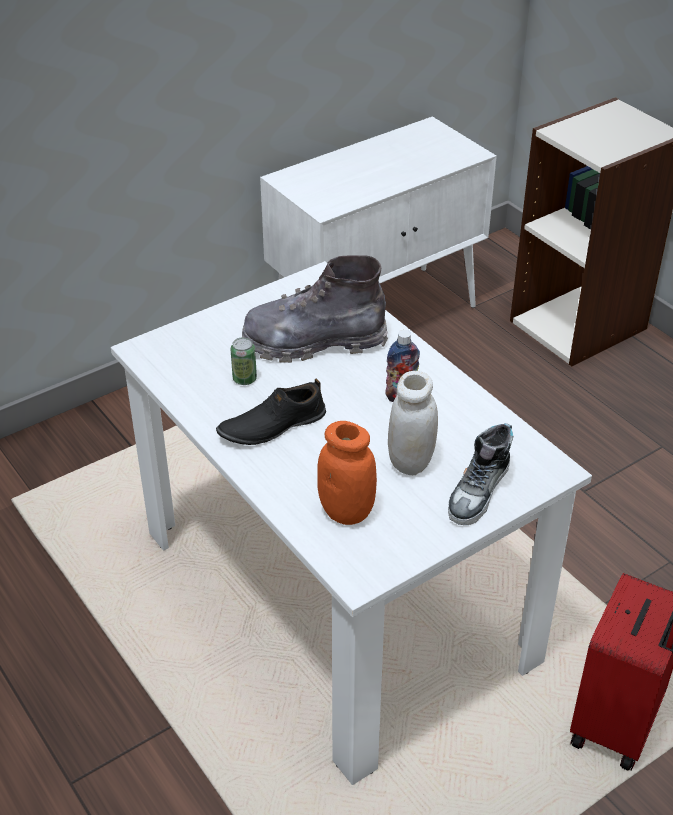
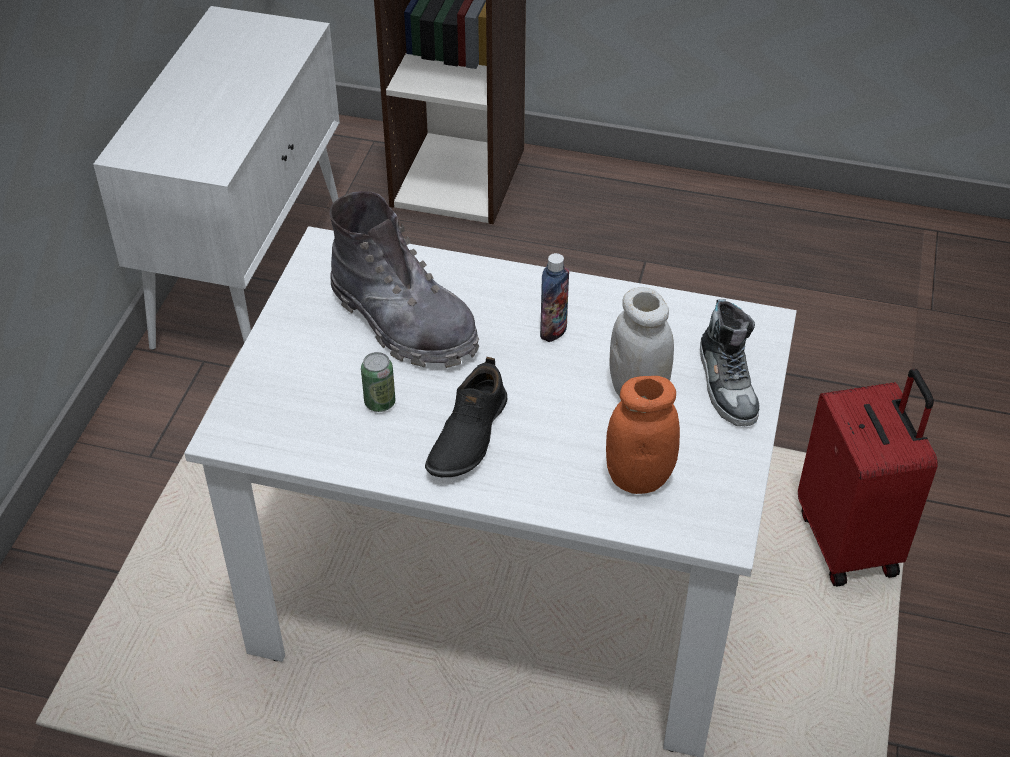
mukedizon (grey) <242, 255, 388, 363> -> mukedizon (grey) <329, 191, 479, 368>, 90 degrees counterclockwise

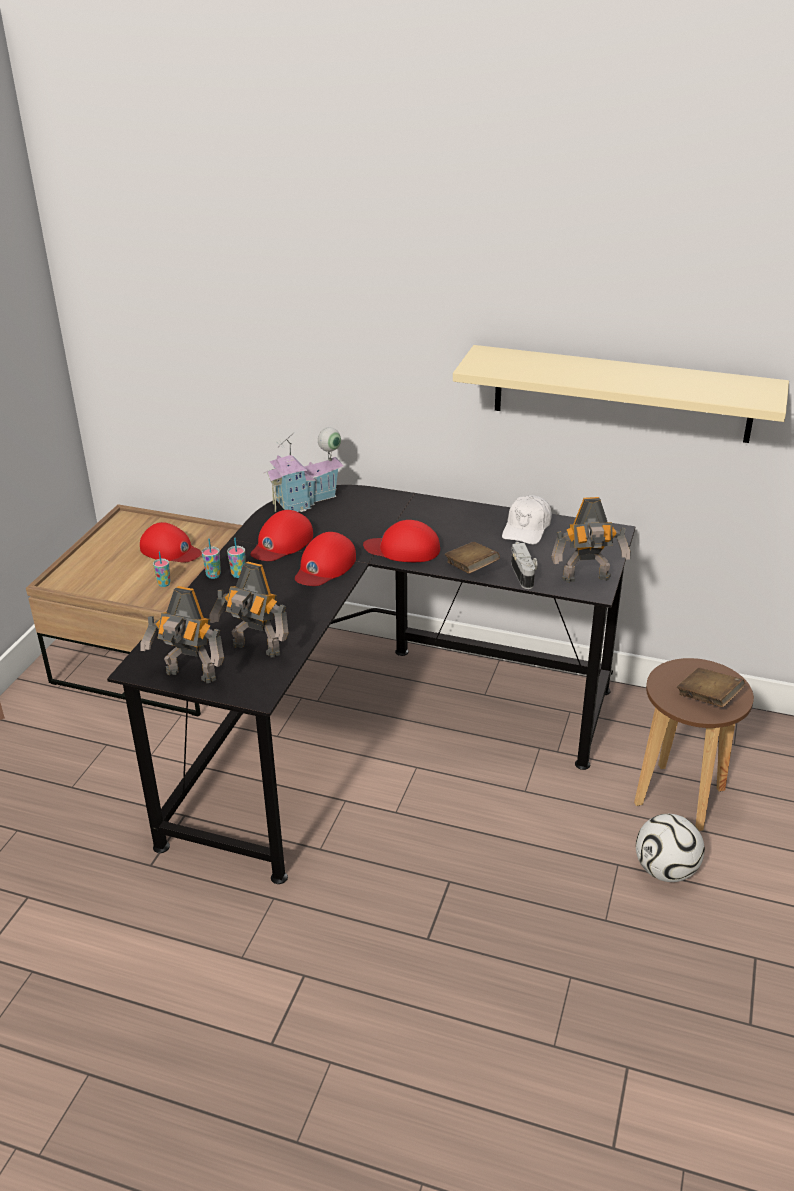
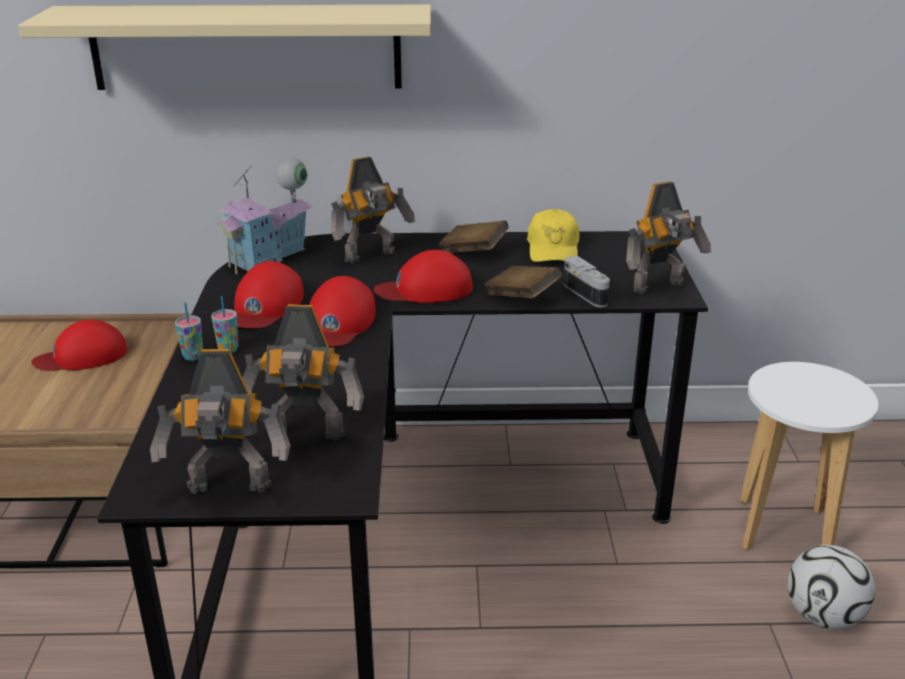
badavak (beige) <453, 345, 789, 443> -> badavak (beige) <18, 5, 431, 90>, relocated
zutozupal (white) <502, 495, 552, 545> -> zutozupal (yellow) <527, 209, 580, 262>
zutozupal (red) <140, 522, 202, 563> -> zutozupal (red) <31, 320, 127, 371>, 150 degrees clockwise
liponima <153, 552, 171, 587> -> none
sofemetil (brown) <634, 658, 754, 831> -> sofemetil (white) <740, 362, 878, 550>
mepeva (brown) <677, 668, 745, 707> -> mepeva (brown) <439, 221, 508, 253>, relocated
none -> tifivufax <331, 157, 415, 263>

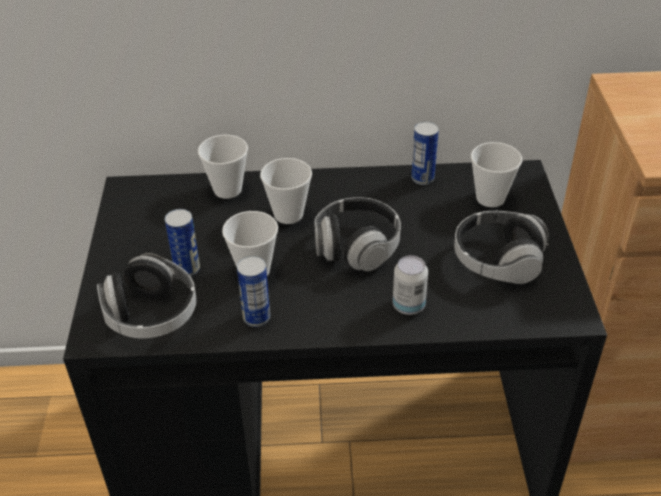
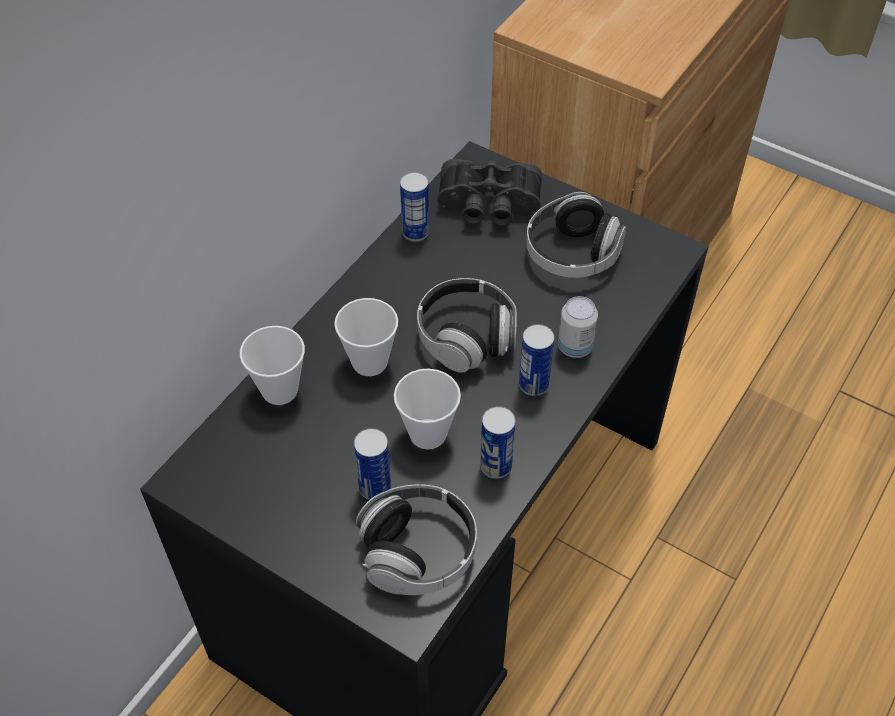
liponima <471, 142, 522, 207> -> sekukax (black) <437, 159, 542, 226>
none -> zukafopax <519, 324, 554, 396>

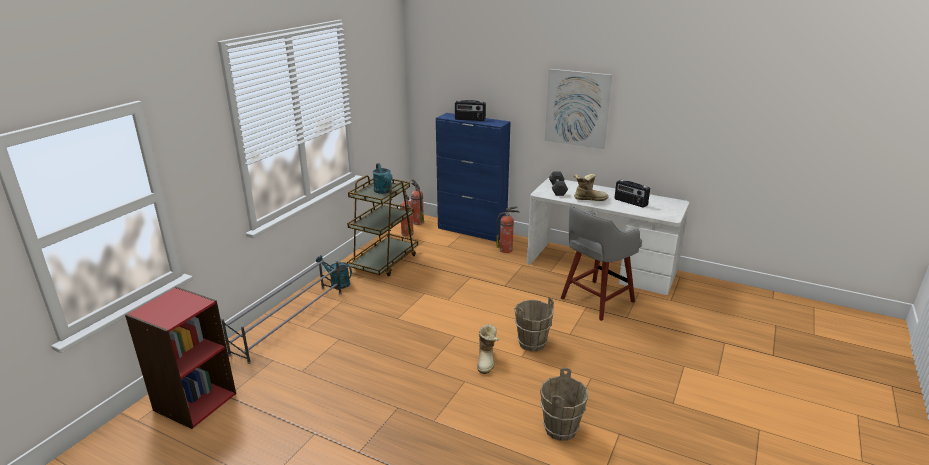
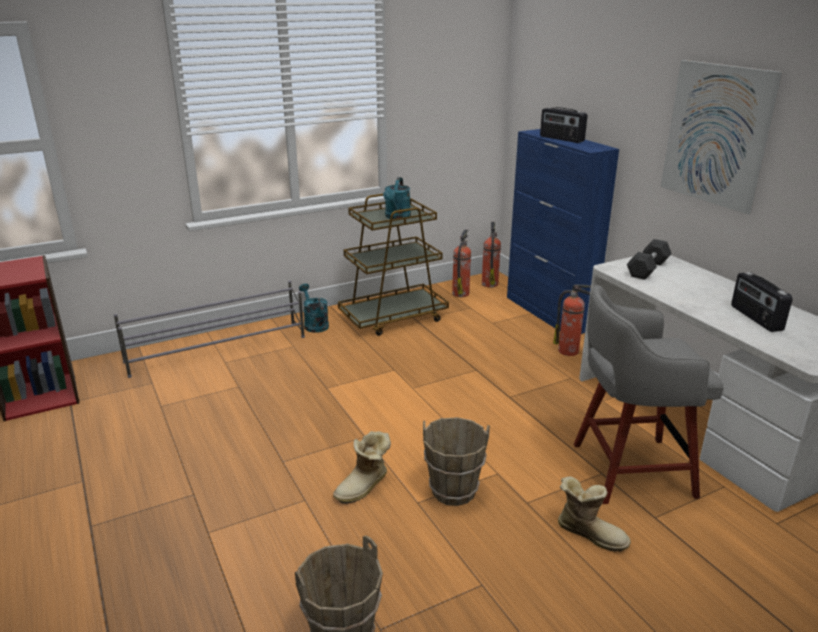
mukedizon <574, 174, 609, 201> -> mukedizon <558, 476, 631, 552>, relocated

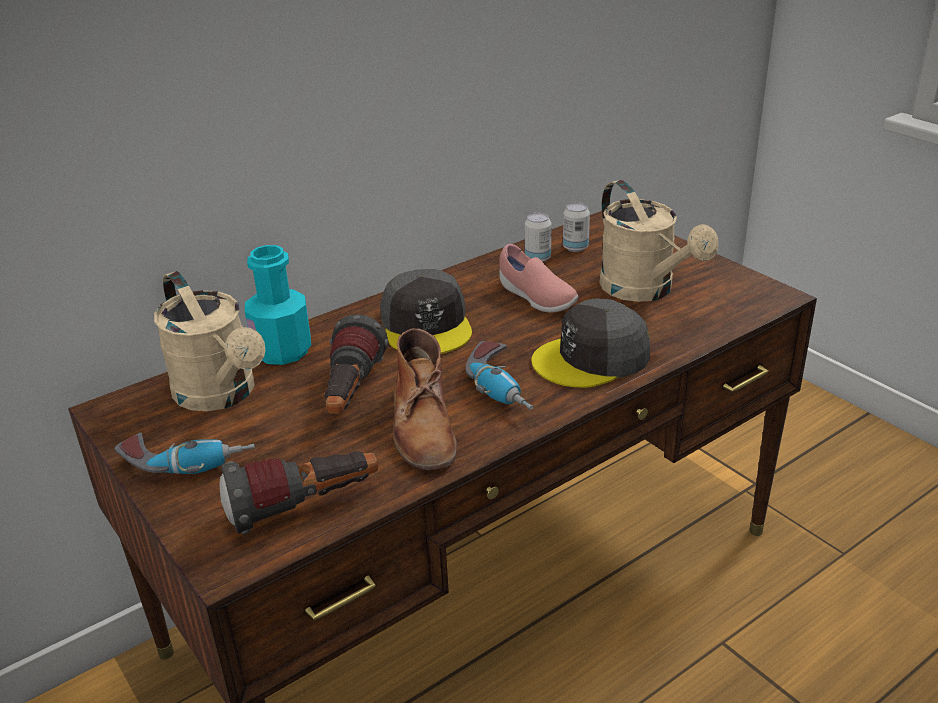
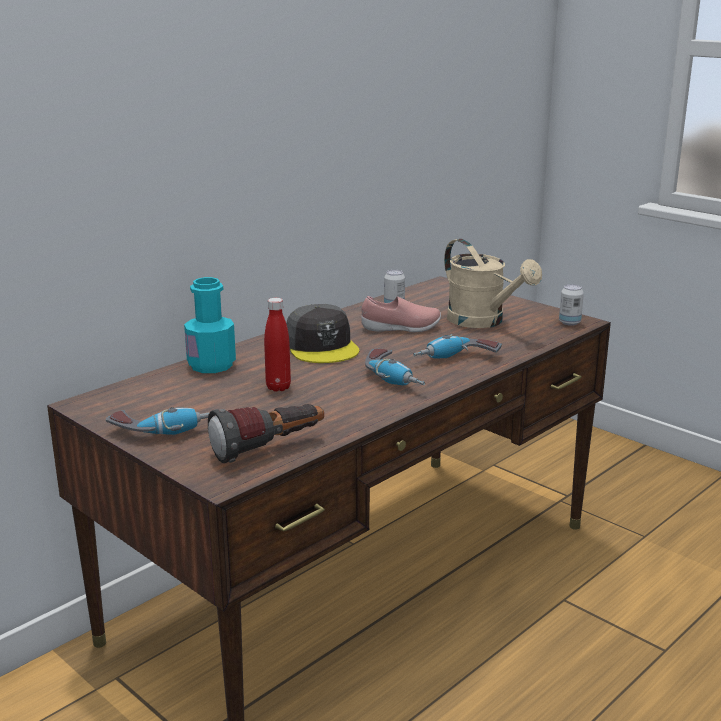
zukafopax <563, 202, 590, 252> -> zukafopax <559, 284, 584, 326>, relocated
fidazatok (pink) <499, 244, 578, 313> -> fidazatok (pink) <361, 296, 441, 332>, 45 degrees counterclockwise
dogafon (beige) <154, 271, 265, 411> -> none
zutozupal (grey) <531, 298, 650, 388> -> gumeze <413, 334, 502, 359>
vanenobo <324, 314, 388, 414> -> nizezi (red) <264, 298, 291, 391>
mukedizon (brown) <393, 328, 457, 471> -> none

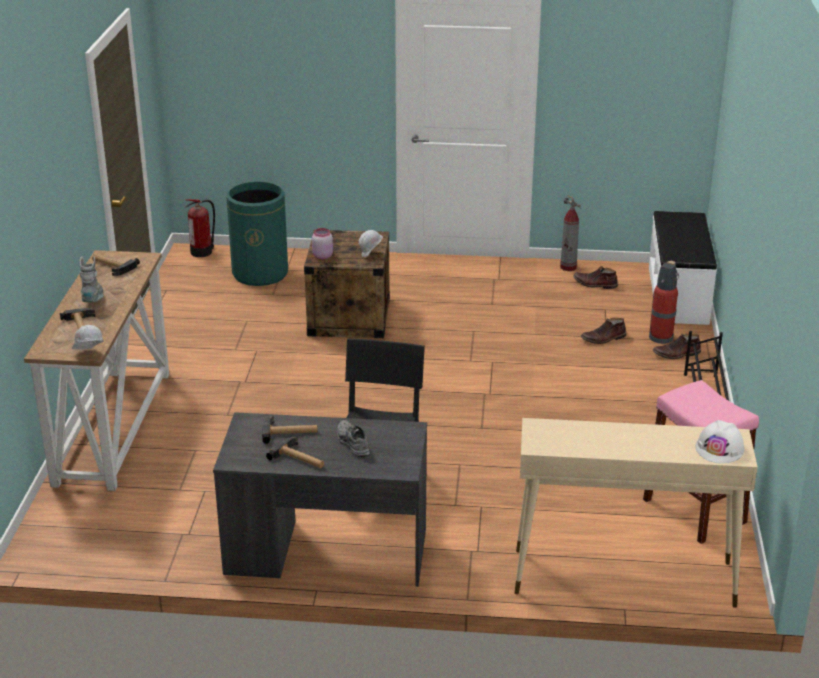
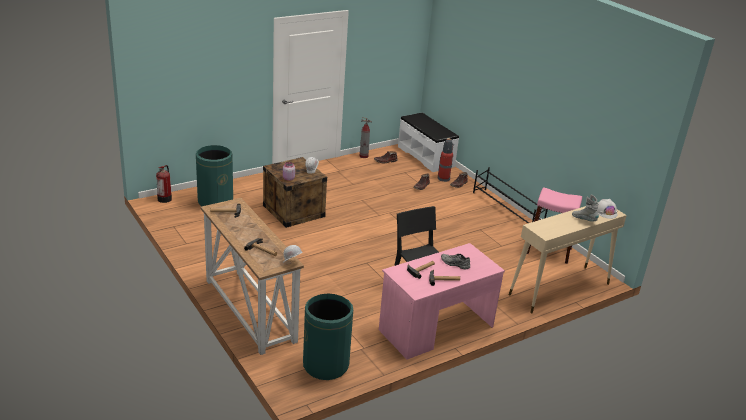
mukedizon (grey) <80, 256, 104, 303> -> mukedizon (grey) <572, 195, 599, 222>, relocated
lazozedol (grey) <213, 412, 427, 587> -> lazozedol (pink) <379, 243, 505, 359>
none -> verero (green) <303, 293, 353, 380>

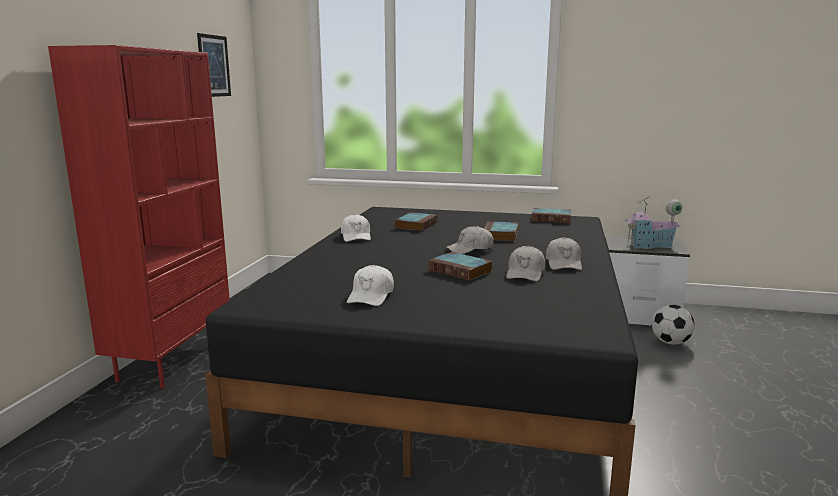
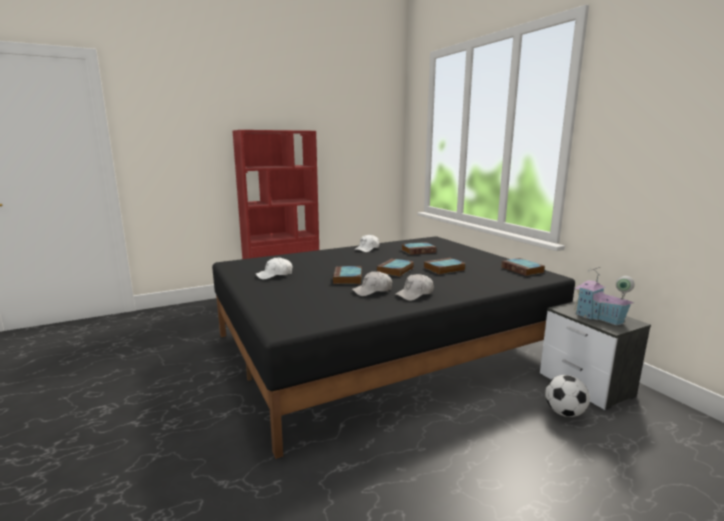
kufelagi <197, 33, 231, 97> -> none
zutozupal (white) <446, 226, 494, 254> -> mepeva <377, 259, 414, 277>

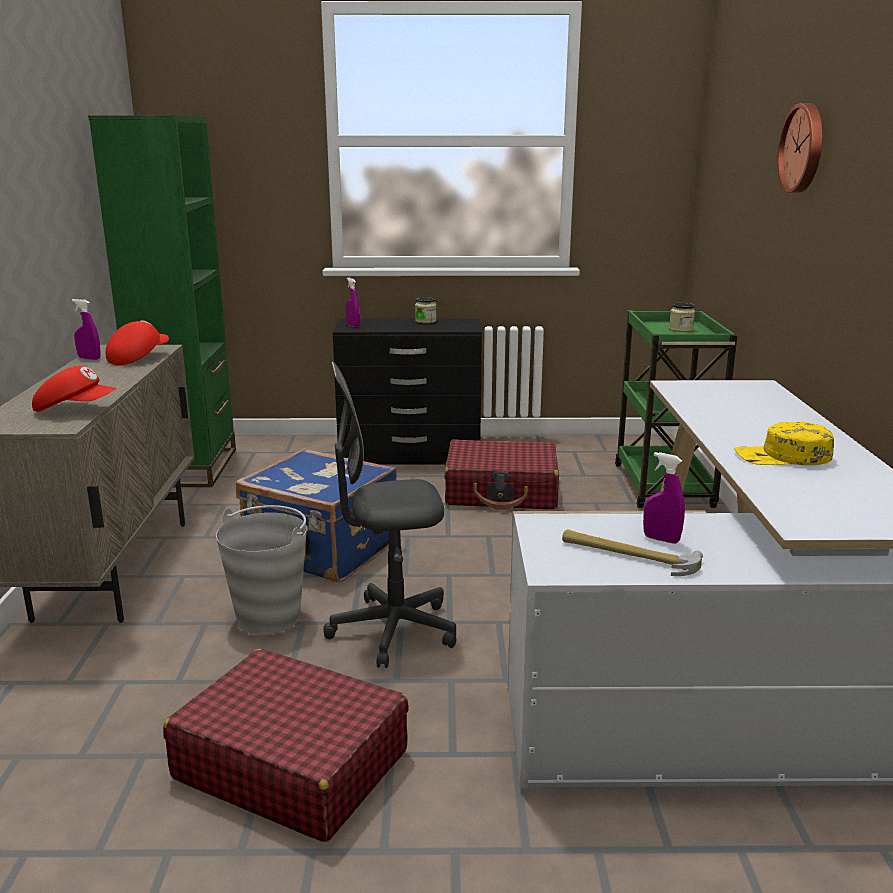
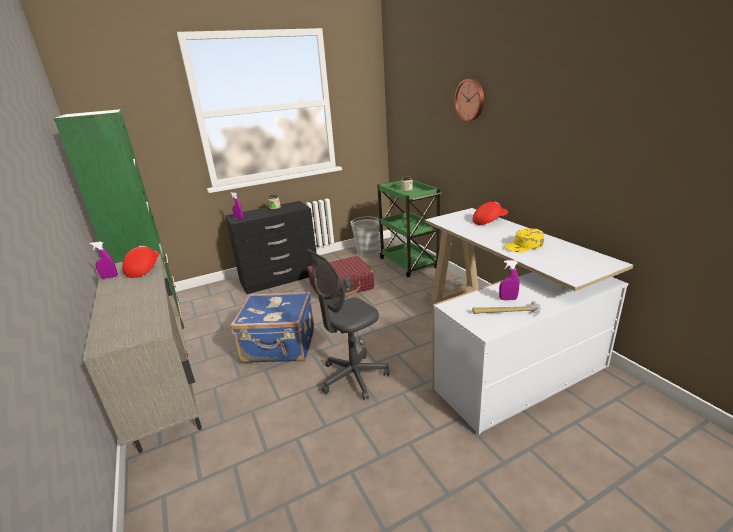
zutozupal (red) <32, 366, 117, 412> -> zutozupal (red) <473, 202, 508, 225>, relocated
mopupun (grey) <216, 505, 307, 635> -> mopupun (grey) <350, 216, 379, 257>, relocated
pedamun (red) <163, 649, 409, 842> -> none

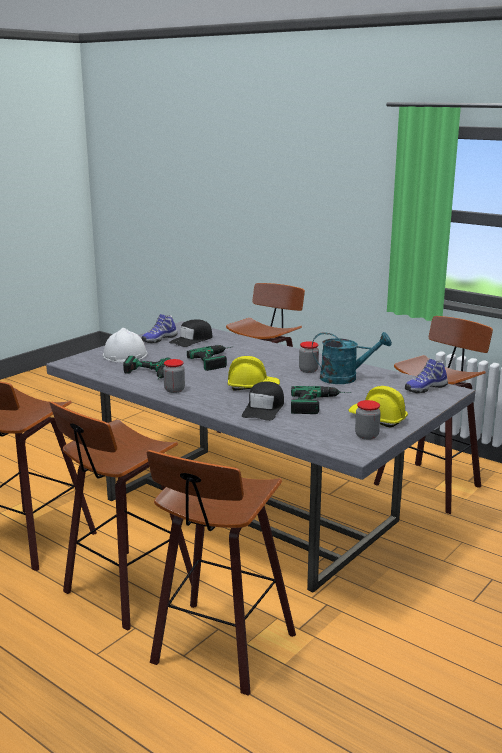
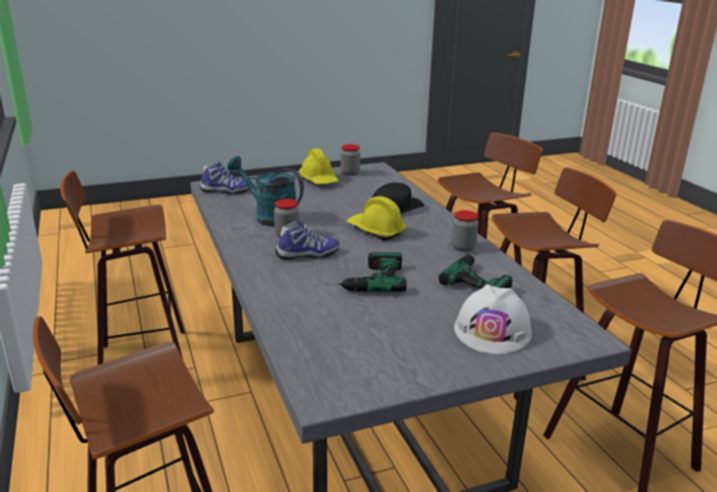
fidazatok <141, 314, 178, 343> -> fidazatok <275, 220, 339, 260>, relocated
zutozupal (black) <169, 320, 213, 347> -> none
gumeze <291, 386, 351, 414> -> none

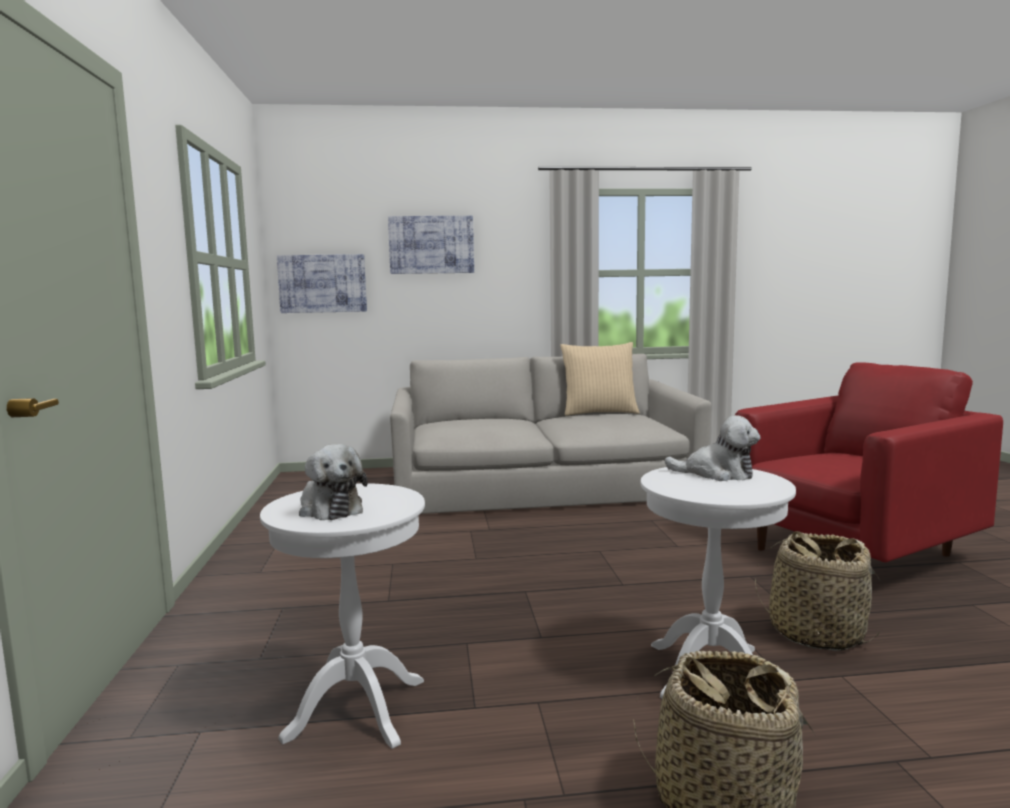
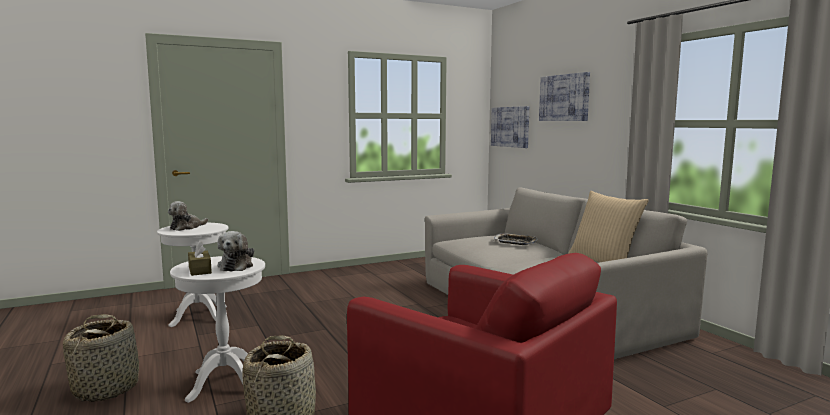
none -> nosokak <494, 233, 537, 245>
none -> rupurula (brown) <188, 241, 212, 276>

